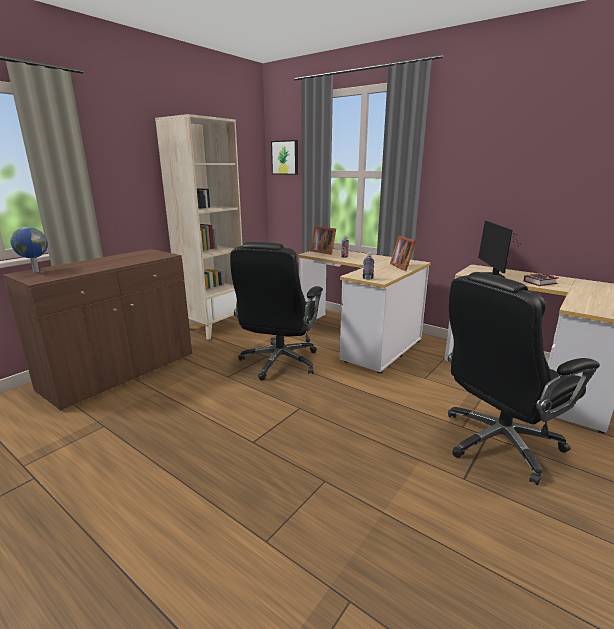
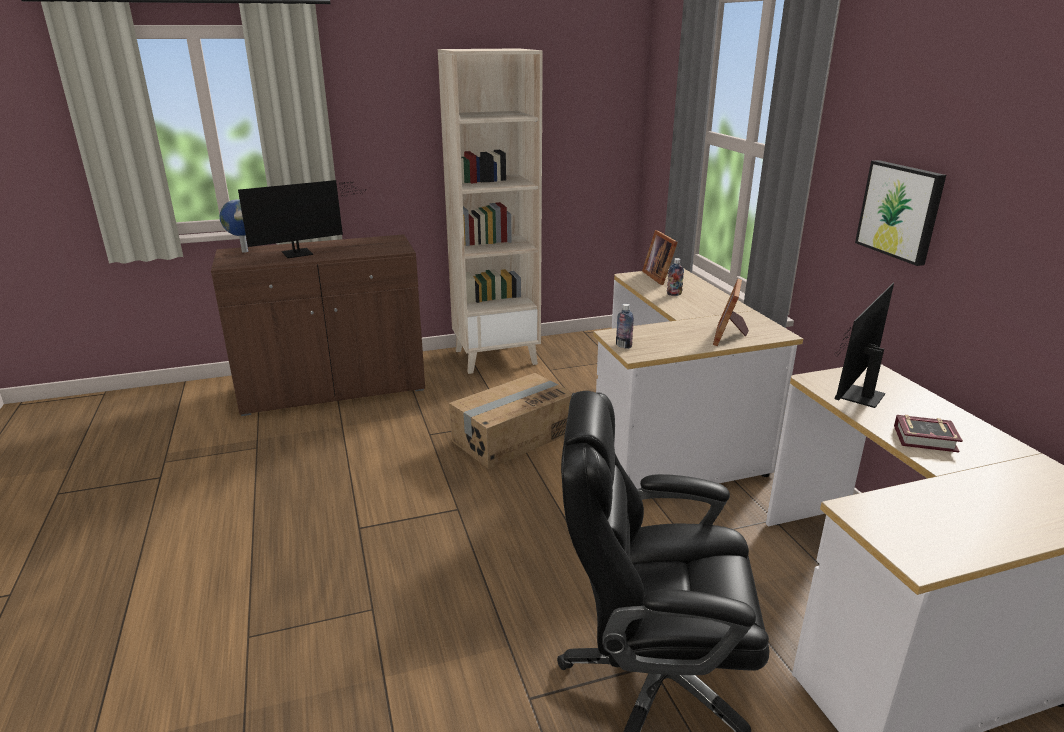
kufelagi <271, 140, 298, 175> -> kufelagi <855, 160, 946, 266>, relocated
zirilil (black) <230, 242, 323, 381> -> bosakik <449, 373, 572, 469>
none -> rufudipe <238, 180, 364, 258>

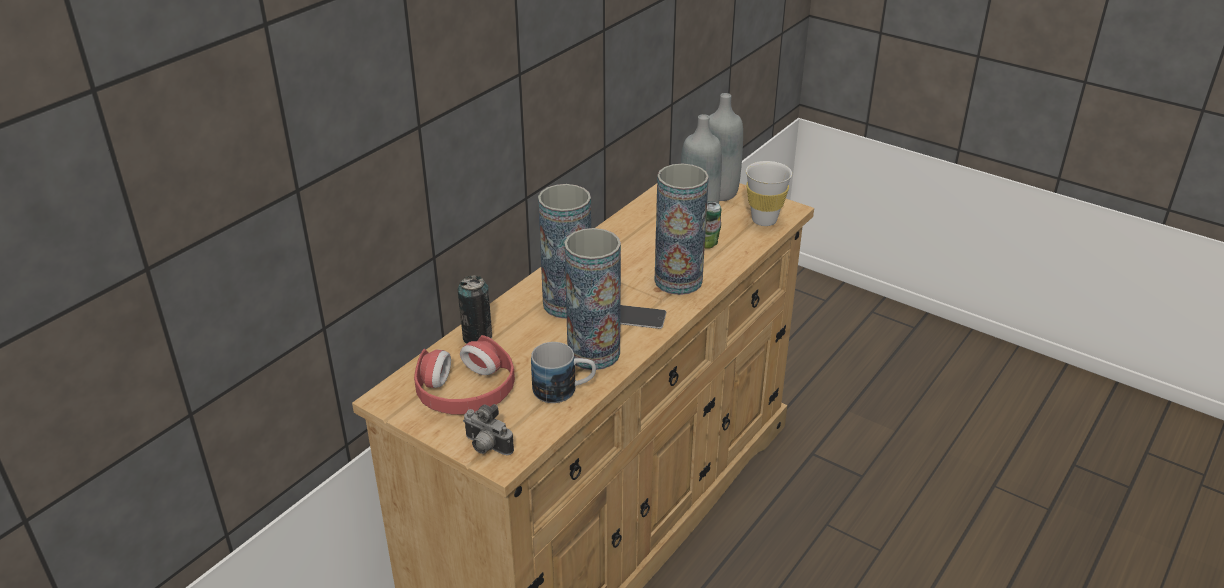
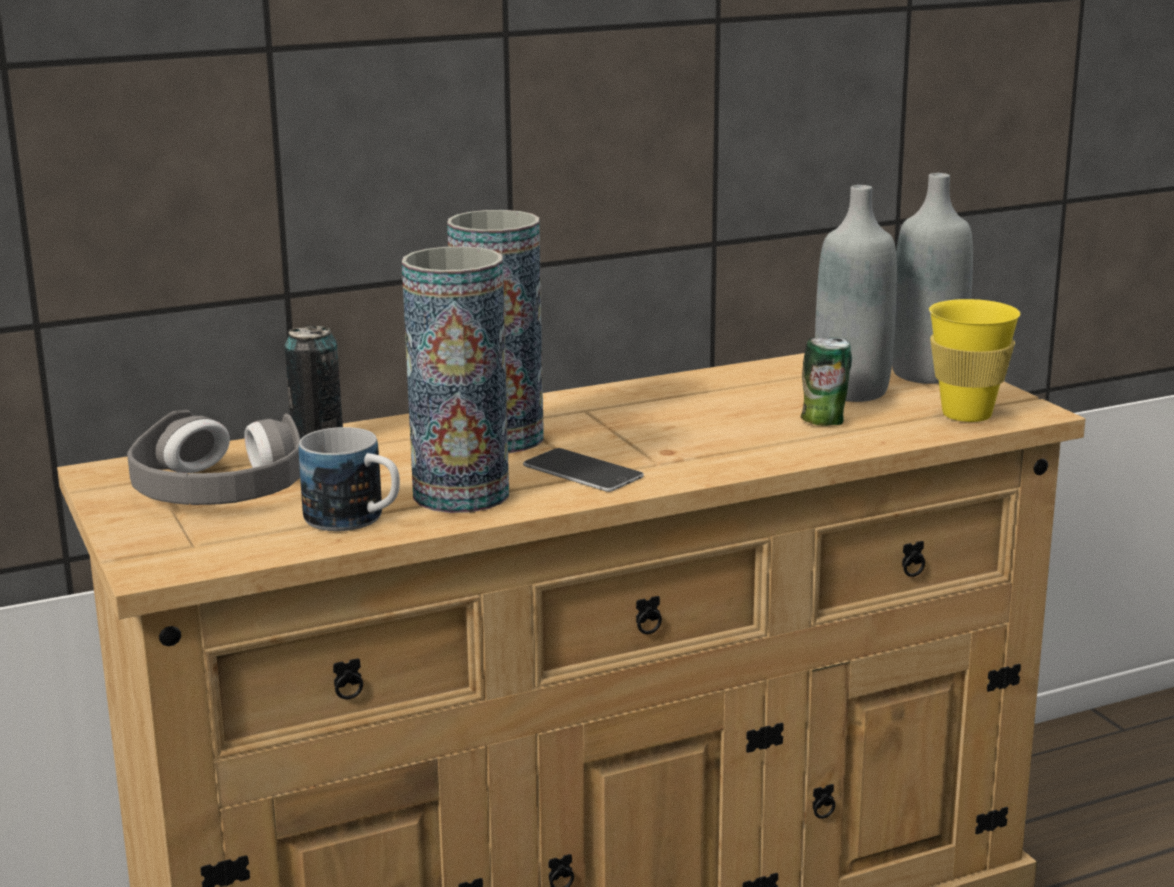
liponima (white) <746, 161, 792, 226> -> liponima (yellow) <929, 299, 1020, 422>
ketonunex <655, 163, 709, 295> -> none
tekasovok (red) <414, 335, 515, 415> -> tekasovok (grey) <127, 410, 300, 505>
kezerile <463, 404, 514, 455> -> none

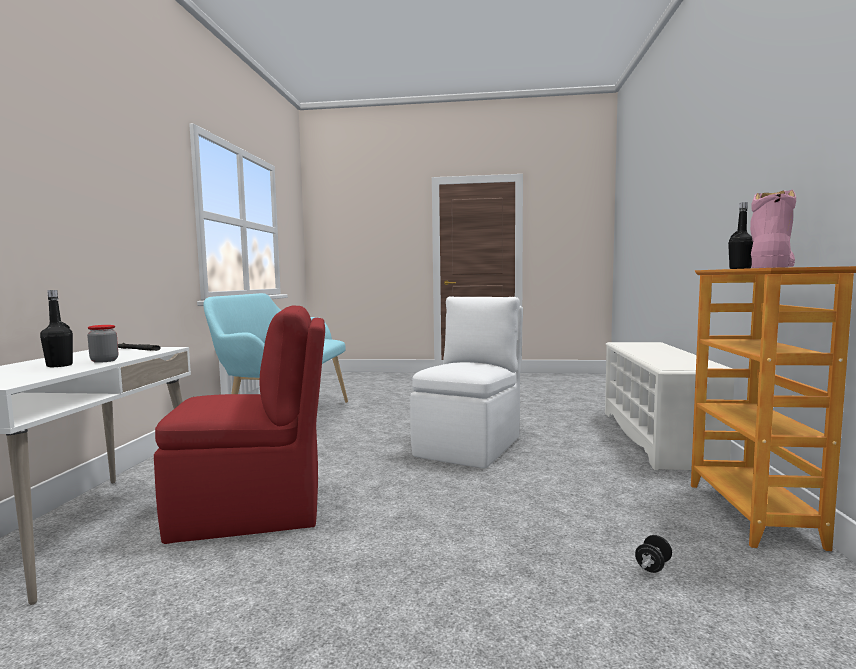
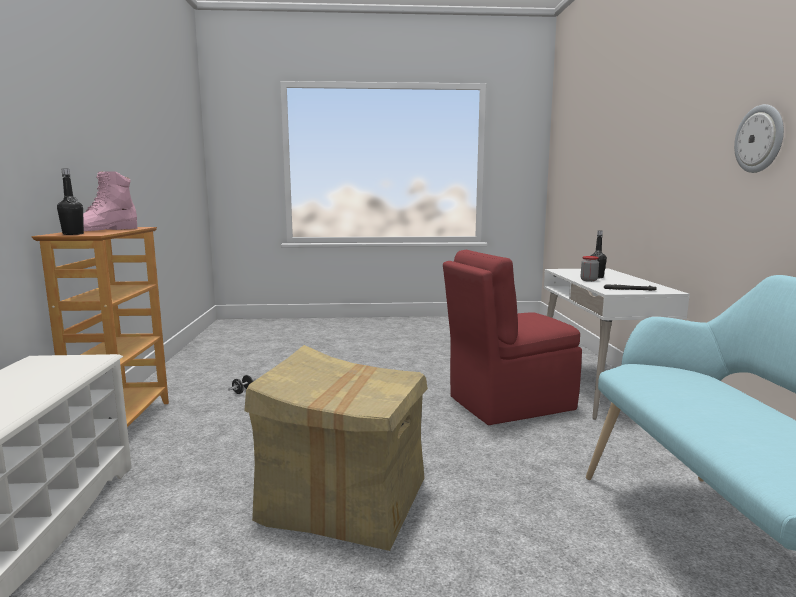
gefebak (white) <410, 296, 523, 469> -> bosakik <244, 345, 428, 551>
none -> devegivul <734, 104, 784, 173>

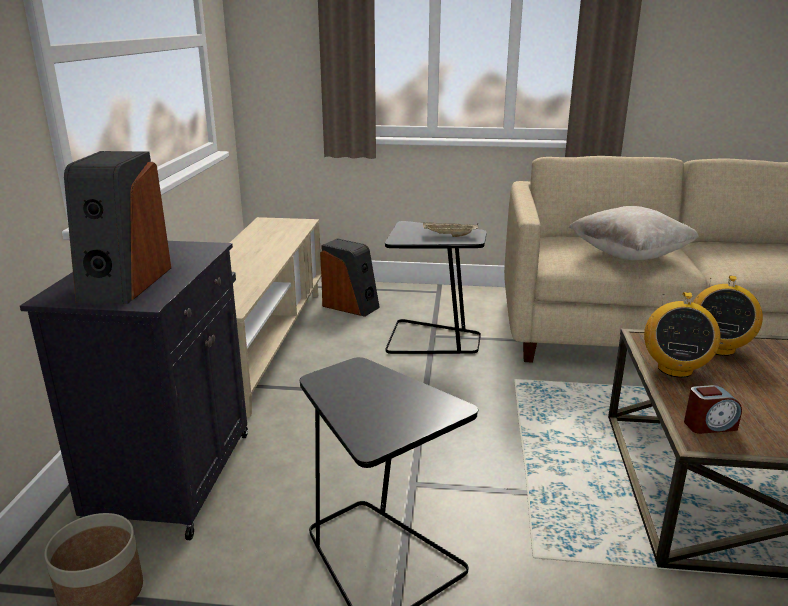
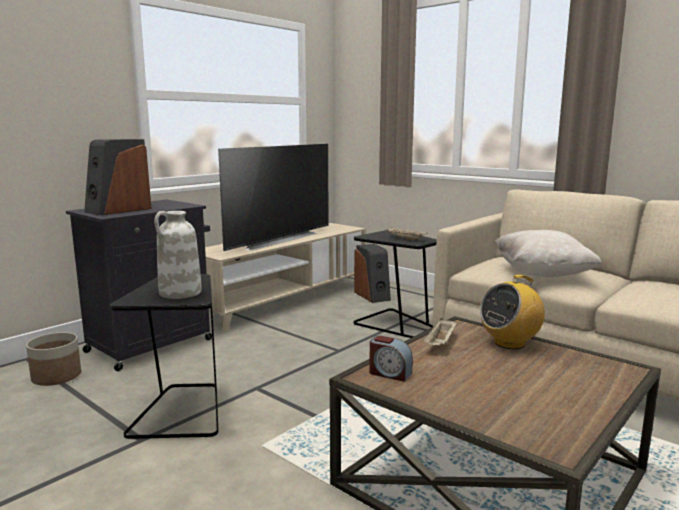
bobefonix <644, 292, 720, 378> -> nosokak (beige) <423, 318, 457, 345>
none -> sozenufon <218, 144, 329, 251>
none -> ketonunex (white) <154, 211, 202, 299>

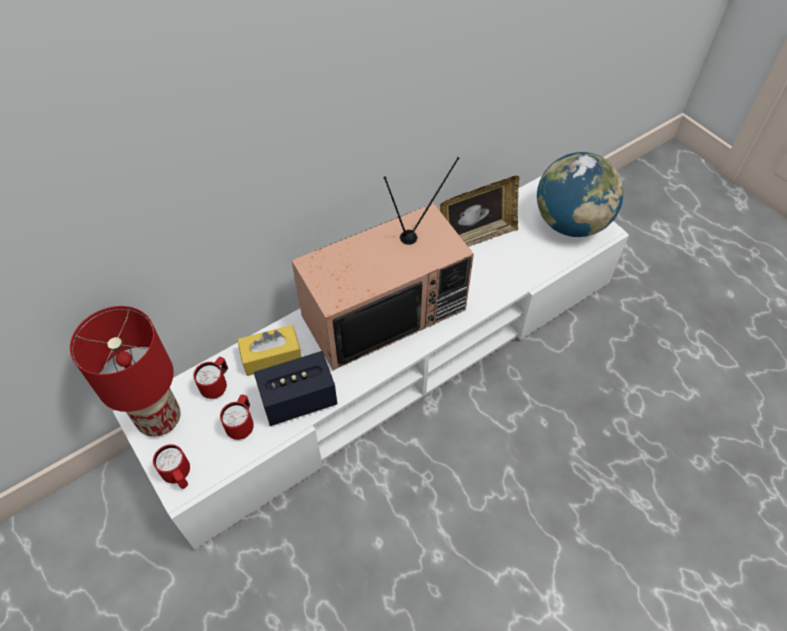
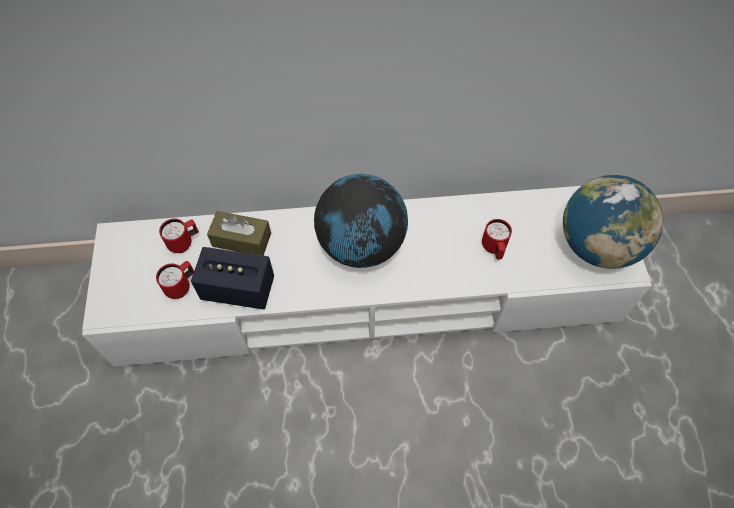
sozenufon <292, 157, 474, 370> -> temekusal <314, 174, 408, 268>
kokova <440, 176, 519, 247> -> none
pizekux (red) <70, 306, 181, 437> -> none
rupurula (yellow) <237, 325, 301, 376> -> rupurula (brown) <207, 211, 271, 255>
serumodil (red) <153, 444, 190, 489> -> serumodil (red) <482, 219, 512, 260>, relocated

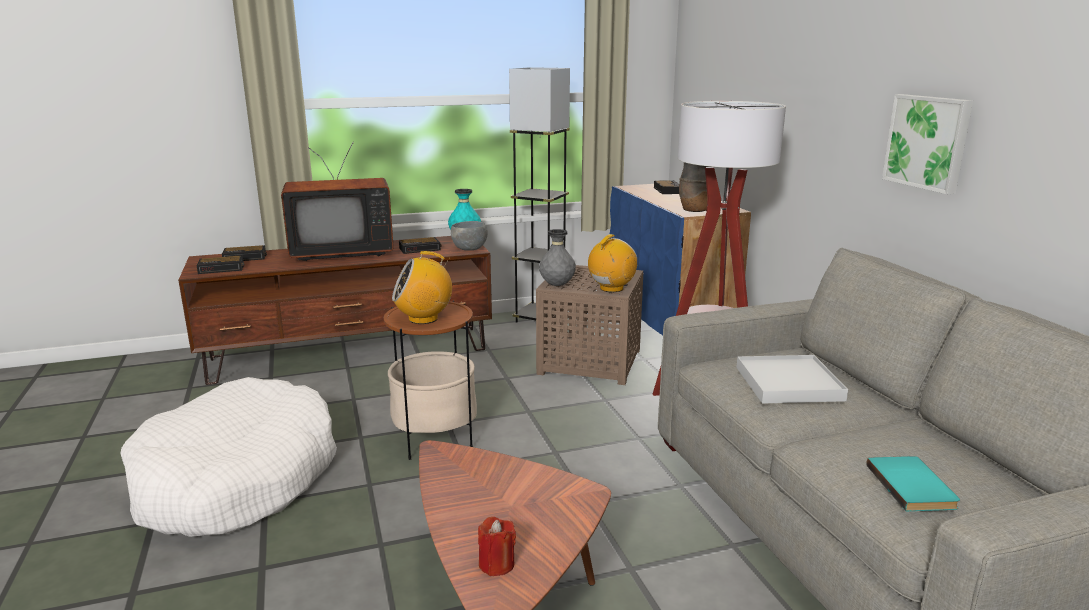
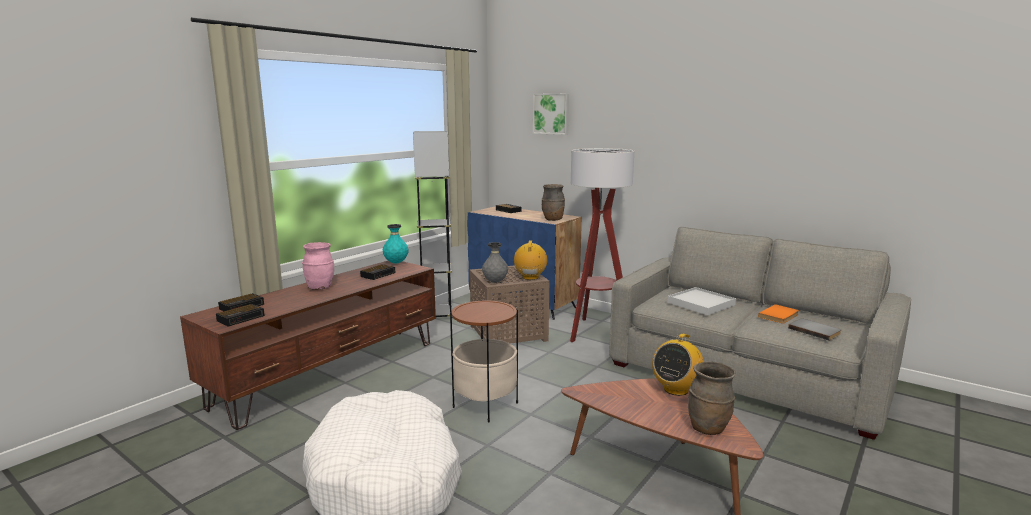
kufelagi <882, 94, 973, 194> -> kufelagi <533, 93, 569, 135>, relocated
sozenufon <281, 142, 394, 261> -> ketonunex (pink) <302, 242, 334, 290>
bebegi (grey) <451, 221, 488, 250> -> none
bobefonix <392, 251, 452, 324> -> bobefonix <652, 334, 704, 396>, relocated
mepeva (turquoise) <866, 456, 960, 511> -> mepeva (grey) <788, 318, 841, 341>
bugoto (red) <478, 517, 516, 576> -> ketonunex (brown) <688, 362, 736, 435>
none -> mepeva (orange) <758, 304, 799, 324>

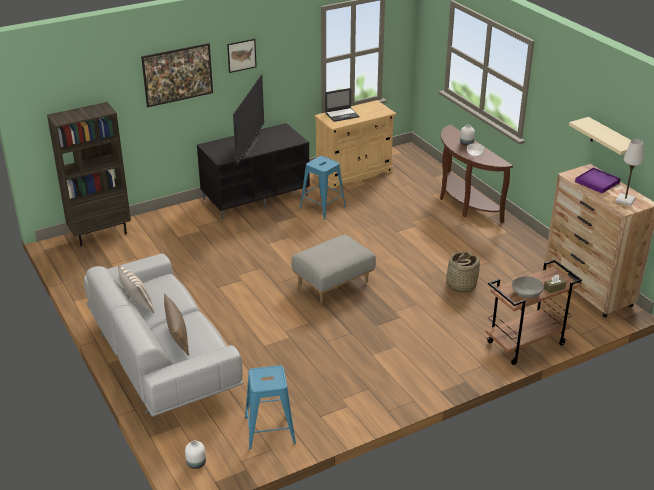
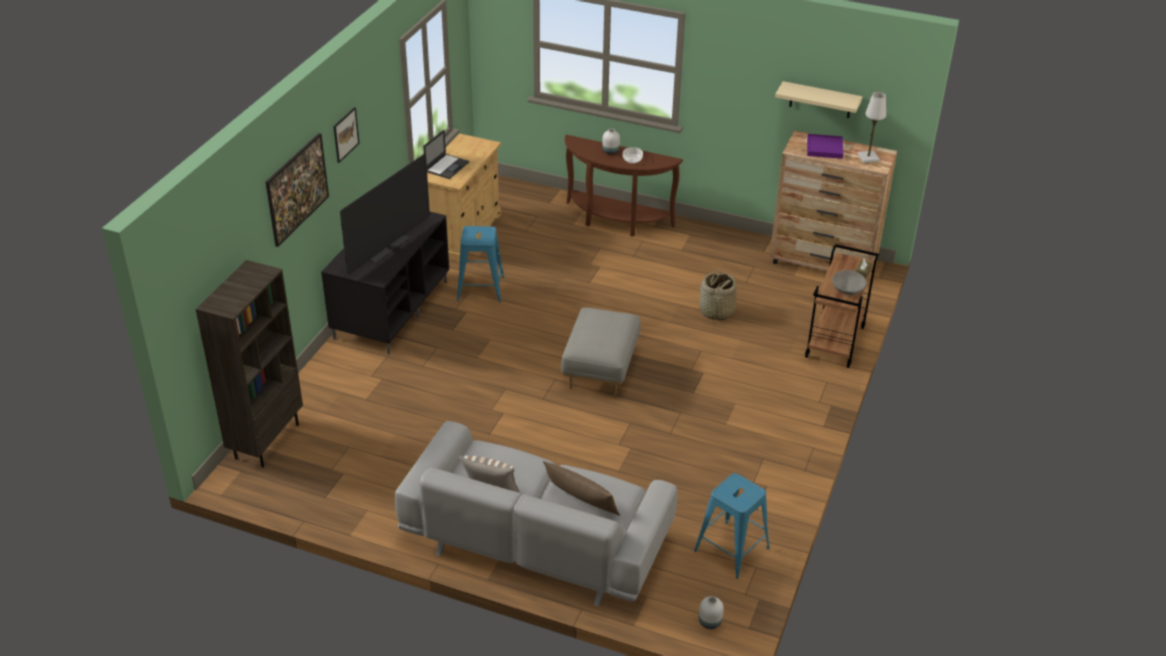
sozenufon <233, 74, 264, 165> -> sozenufon <340, 154, 430, 275>, 60 degrees clockwise

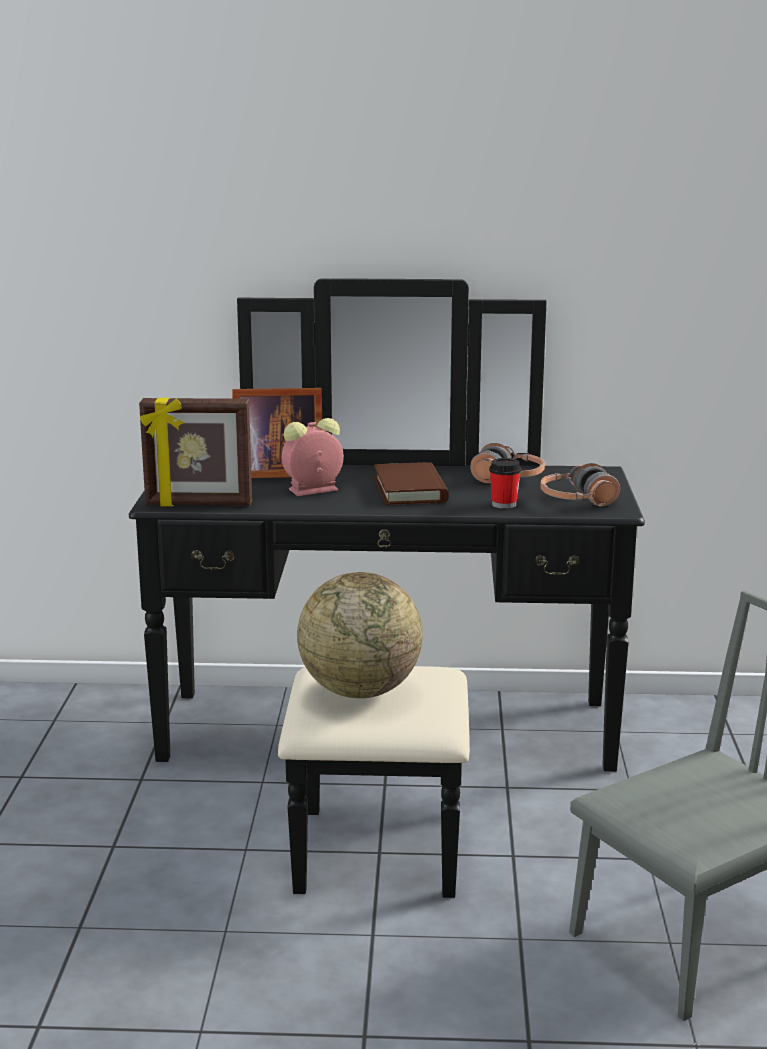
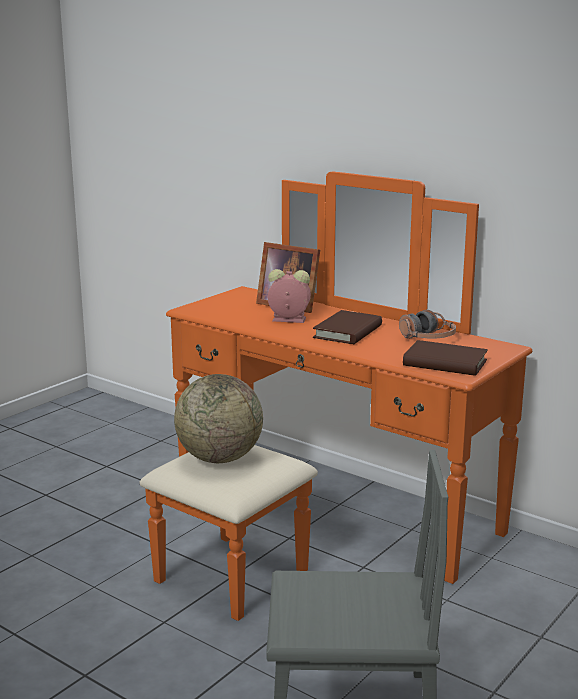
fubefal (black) <129, 278, 645, 898> -> fubefal (orange) <139, 171, 532, 621>
kokova <139, 398, 252, 507> -> none
liponima <489, 458, 521, 509> -> none
tekasovok <540, 463, 620, 507> -> mepeva (brown) <403, 340, 488, 376>

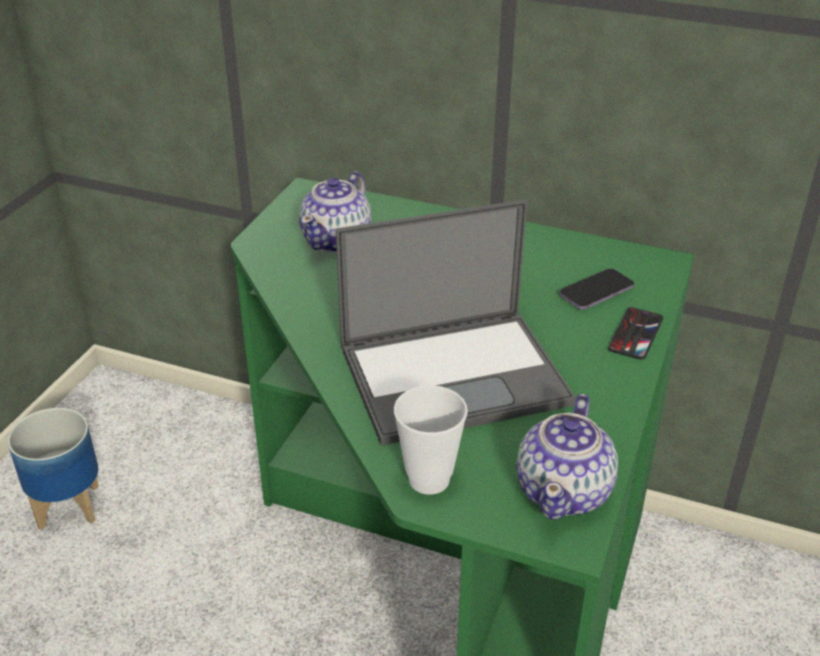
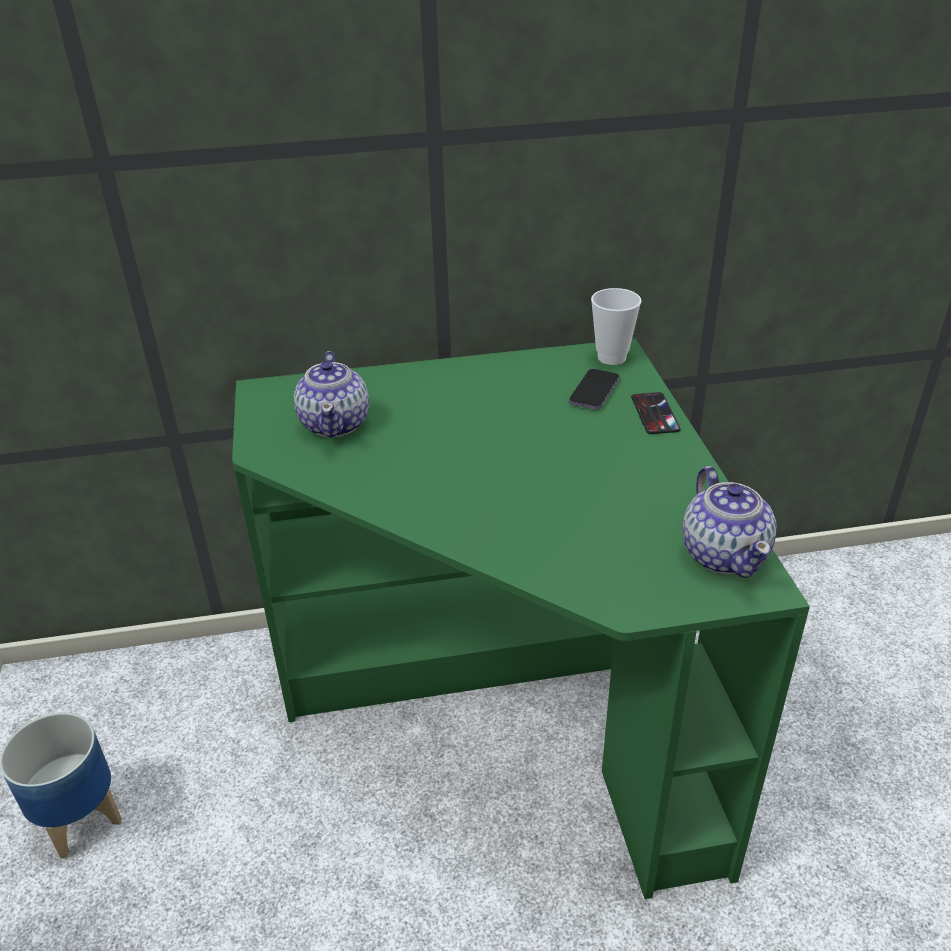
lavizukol <336, 200, 576, 446> -> none
liponima <394, 385, 468, 495> -> liponima <591, 288, 642, 365>, relocated

